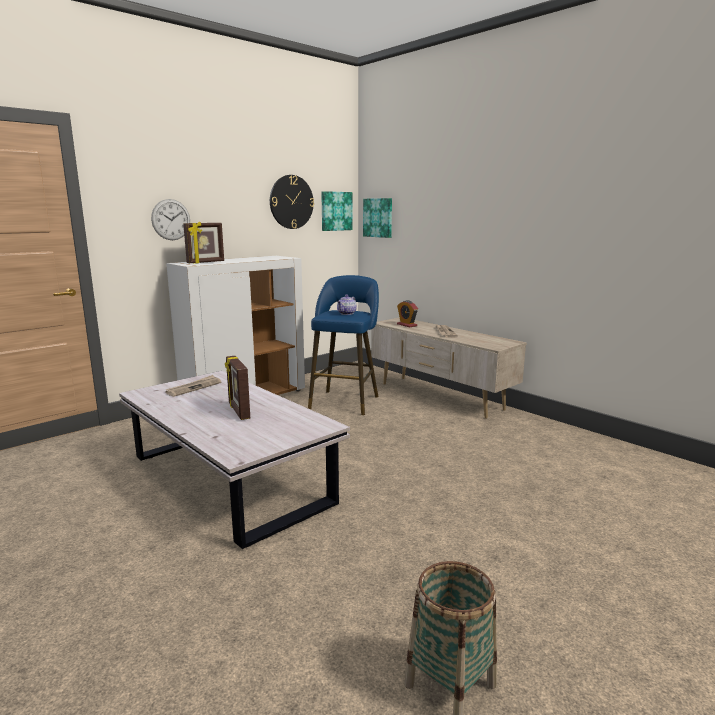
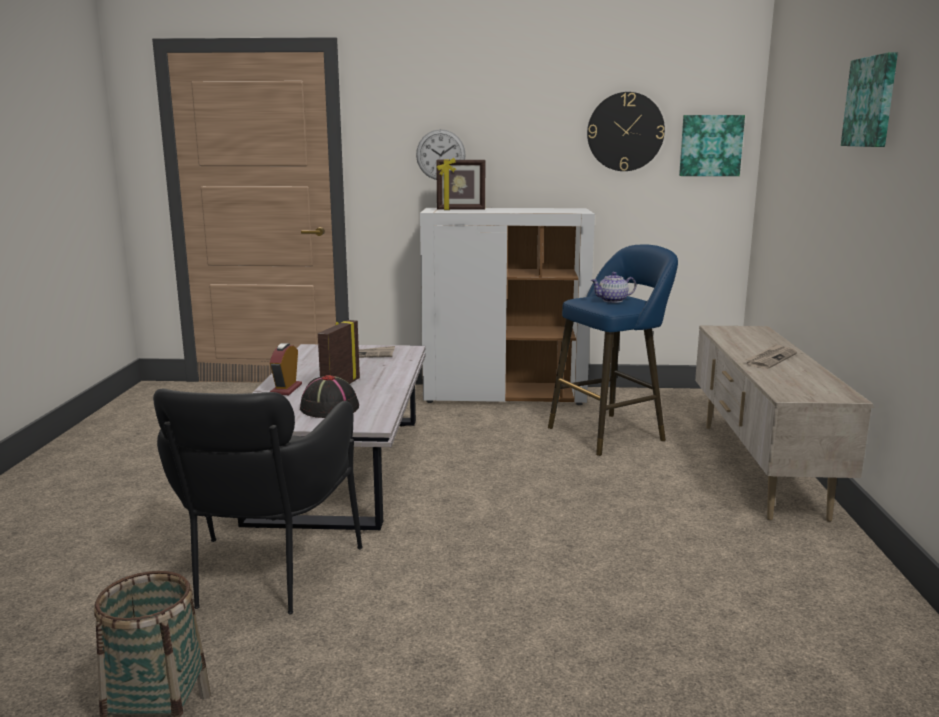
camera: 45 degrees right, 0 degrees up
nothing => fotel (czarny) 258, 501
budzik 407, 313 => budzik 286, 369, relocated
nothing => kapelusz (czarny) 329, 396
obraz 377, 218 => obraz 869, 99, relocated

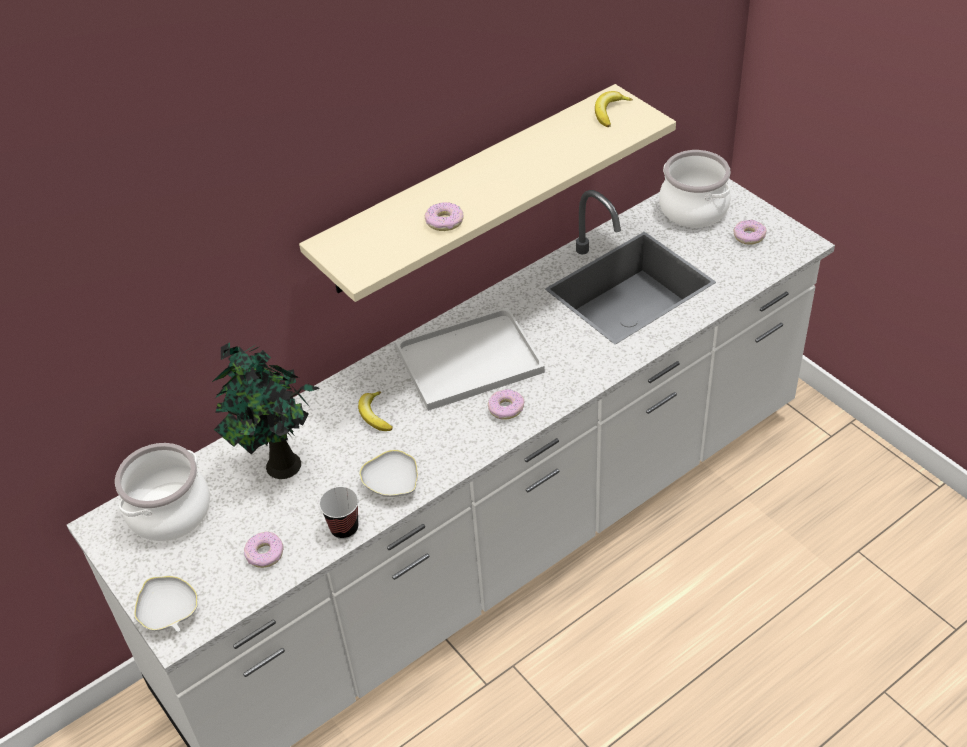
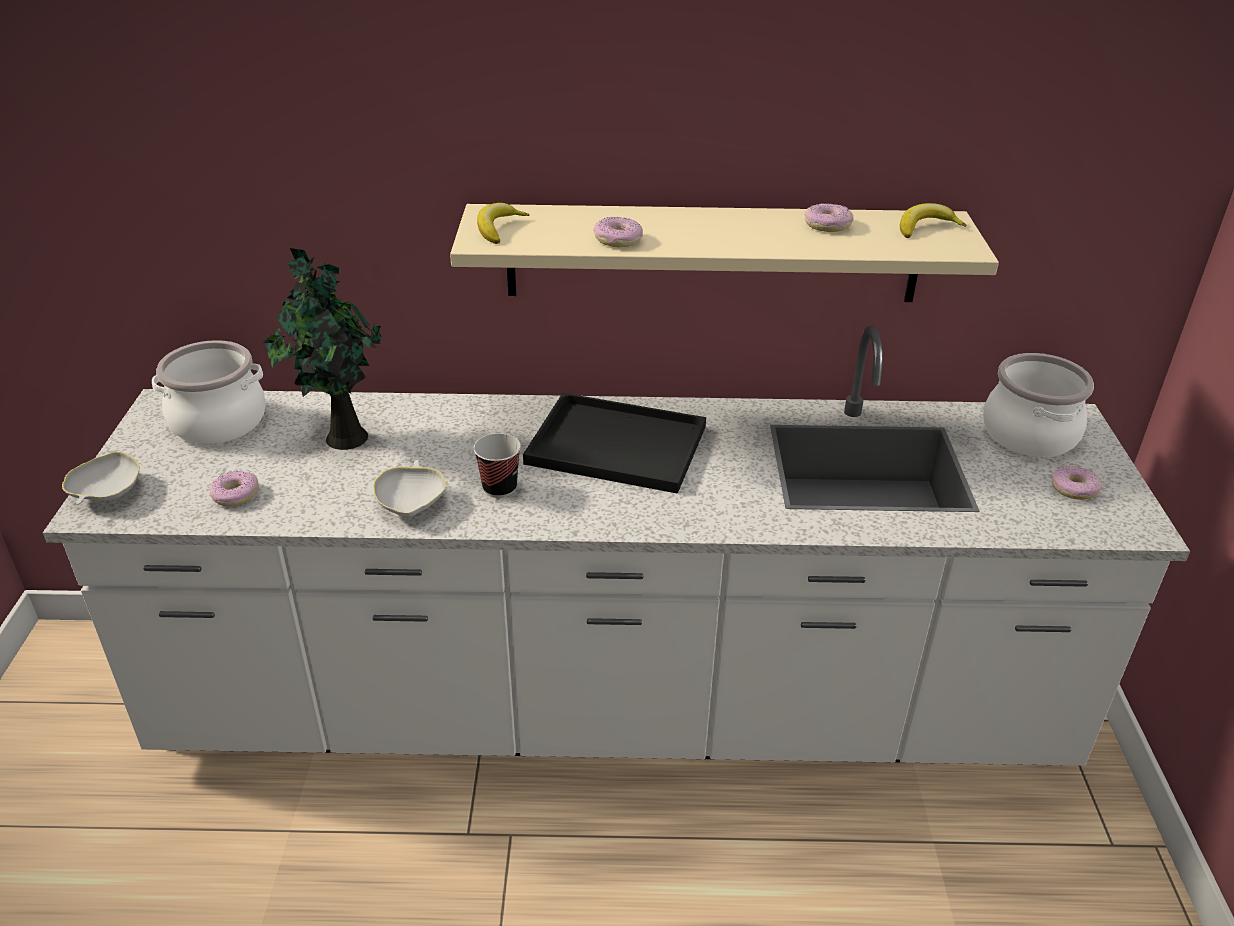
camera: 35 degrees right, 10 degrees down
filiżanka 339, 513 => filiżanka 497, 466, relocated
banan 375, 411 => banan 503, 223, relocated
taca (biały) 470, 359 => taca (czarny) 614, 443
donut 506, 404 => donut 829, 217, relocated

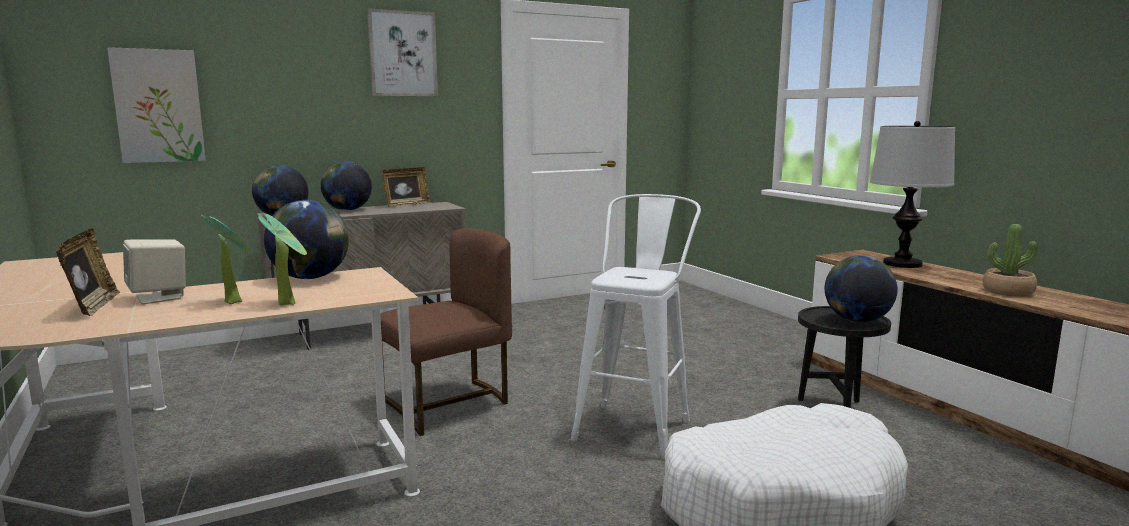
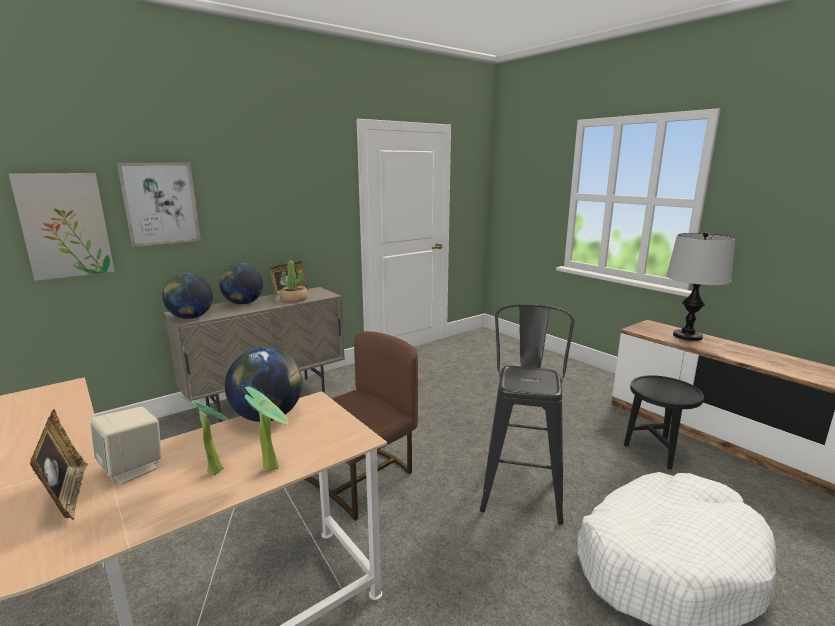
camera: 10 degrees left, 5 degrees up
obraz 402, 52 => obraz 159, 205, relocated
roślina doniczkowa 1010, 260 => roślina doniczkowa 294, 281, relocated
stołek (biały) 636, 326 => stołek (czarny) 527, 414
globus 861, 288 => nothing

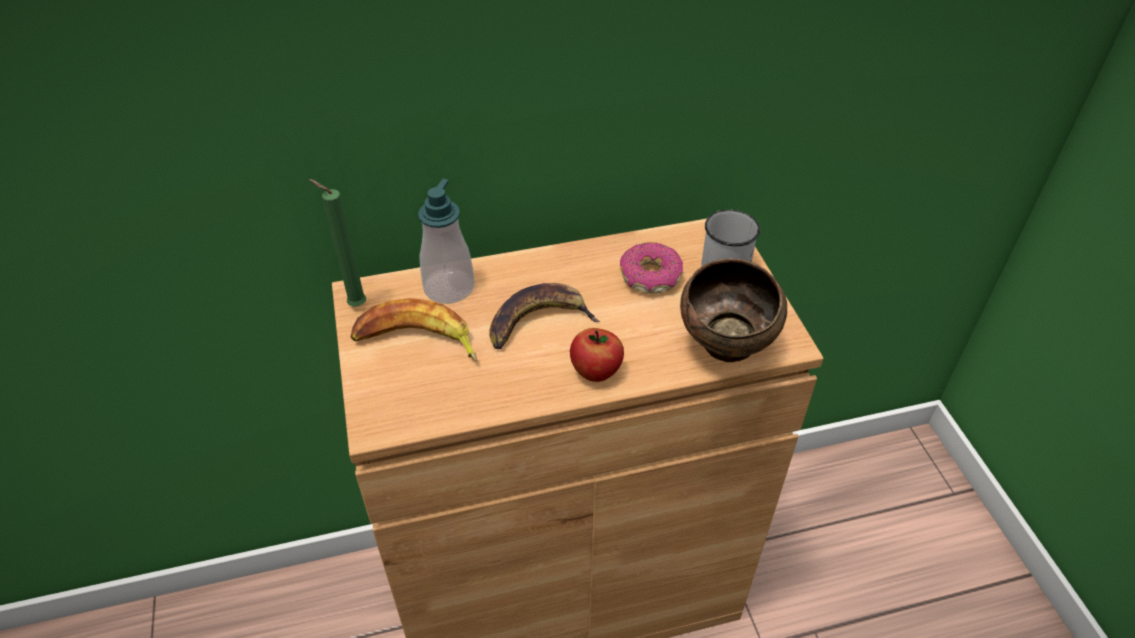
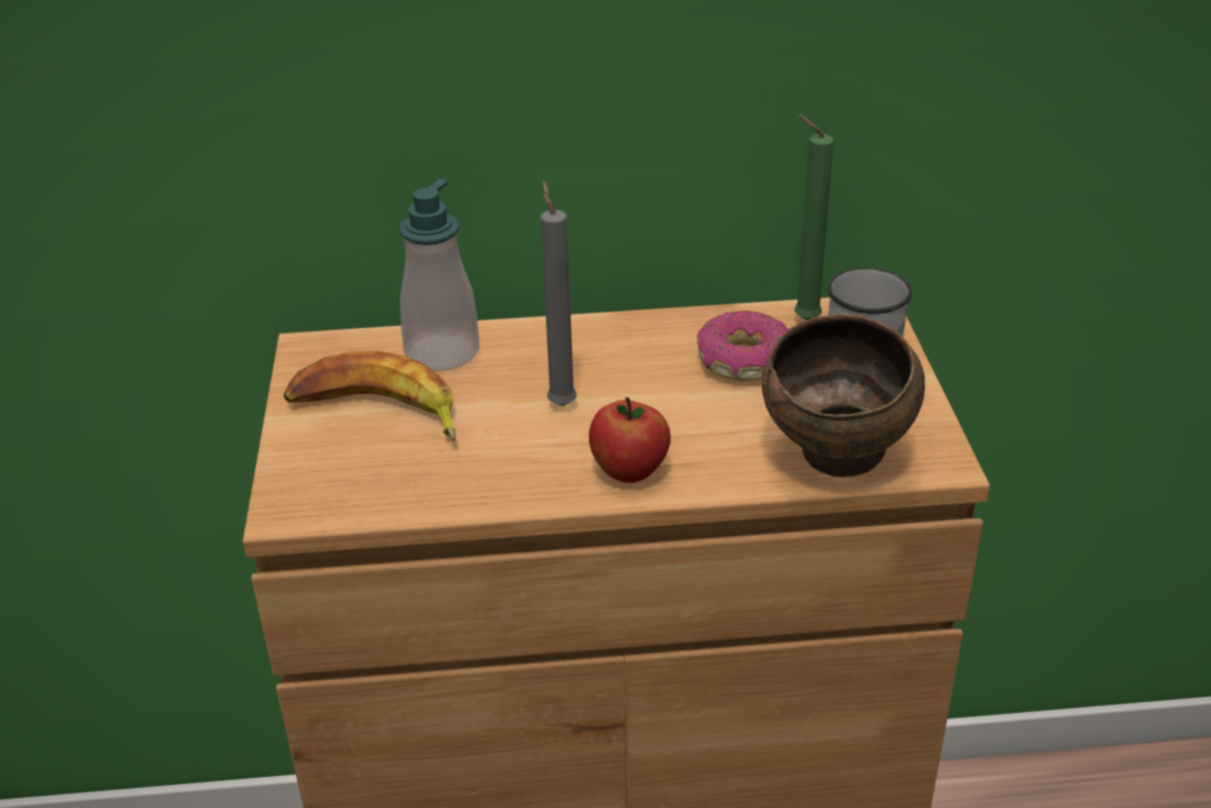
camera: 10 degrees right, 10 degrees down
banan 544, 316 => świeca (szary) 559, 293
świeca (zielony) 337, 243 => świeca (zielony) 814, 217, relocated

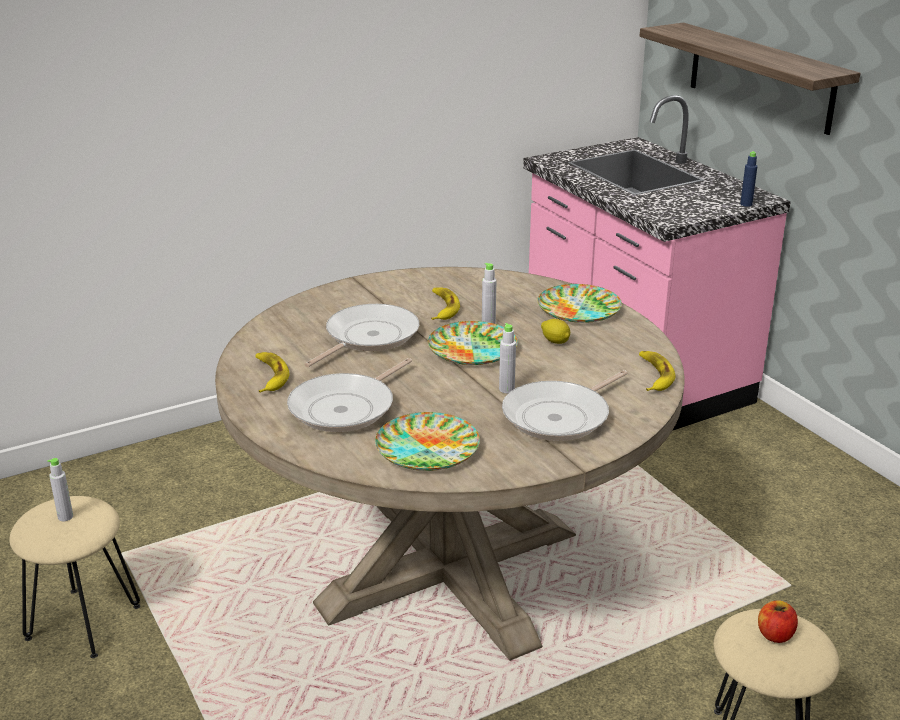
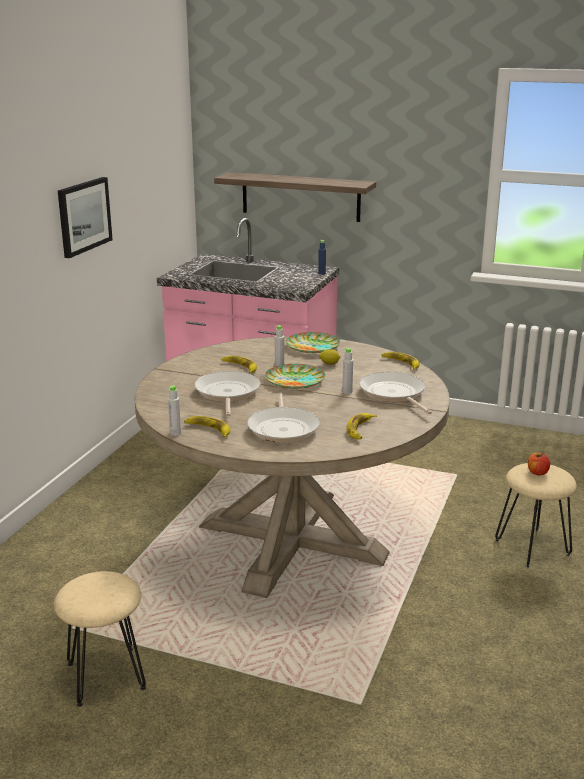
camera: 40 degrees left, 5 degrees down
nothing => obraz 85, 217
butelka (szary) 60, 489 => butelka (szary) 174, 411, relocated
talerz 427, 441 => banan 361, 426
patelnia 565, 405 => patelnia 395, 393, 150 degrees clockwise

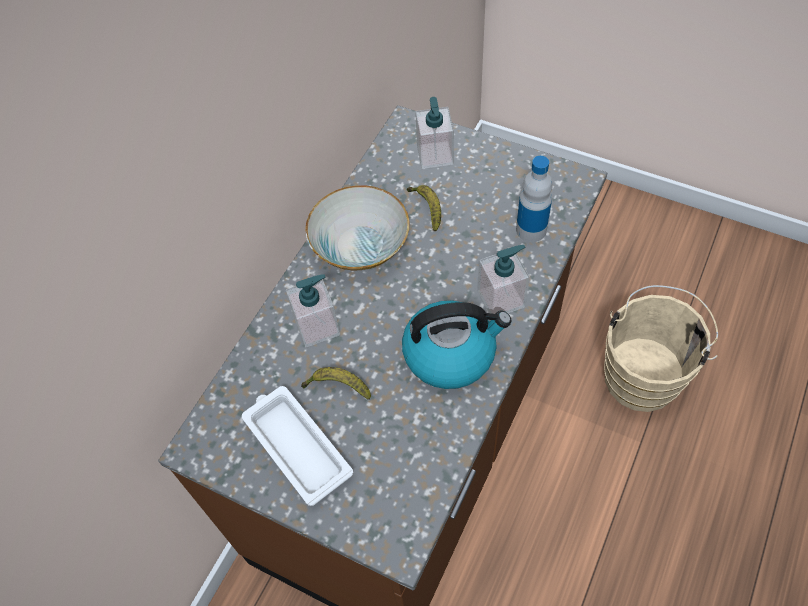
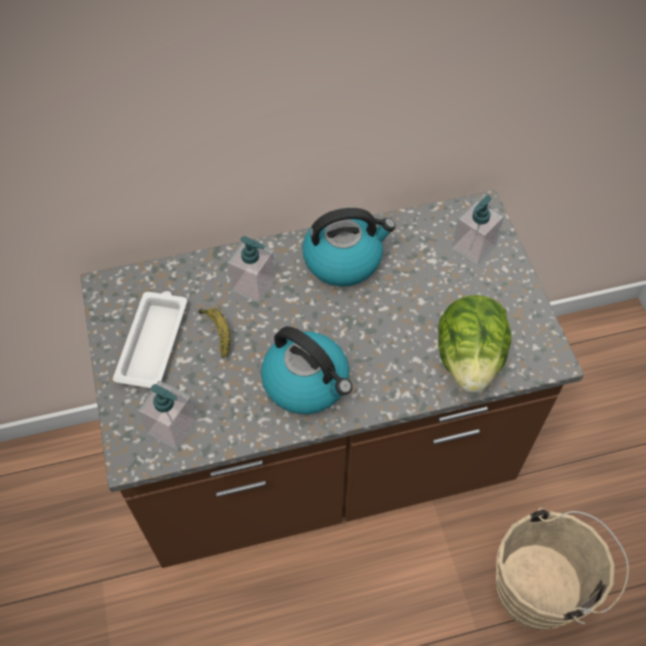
camera: 45 degrees right, 0 degrees up
dozownik mydła 504, 279 => dozownik mydła 167, 415, relocated
miska 357, 227 => czajnik 349, 247
butelka 534, 199 => sałata 474, 343
banan 424, 208 => nothing

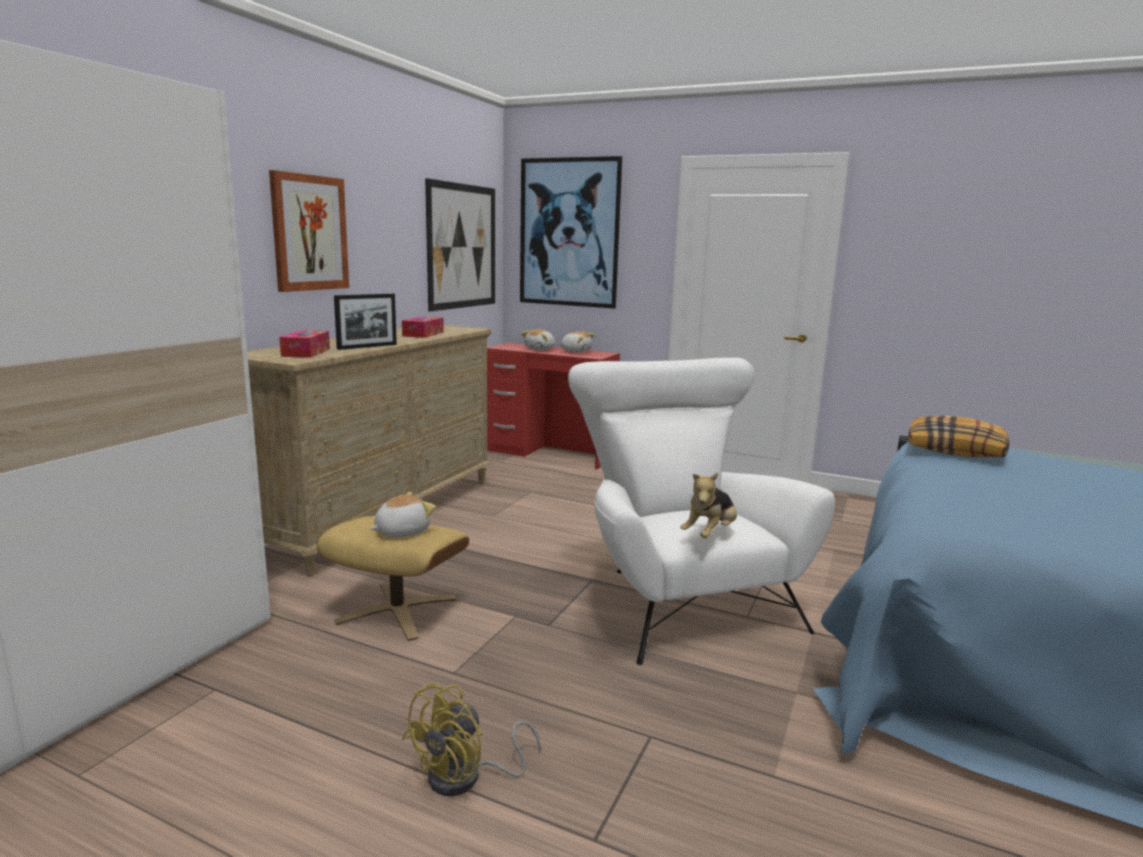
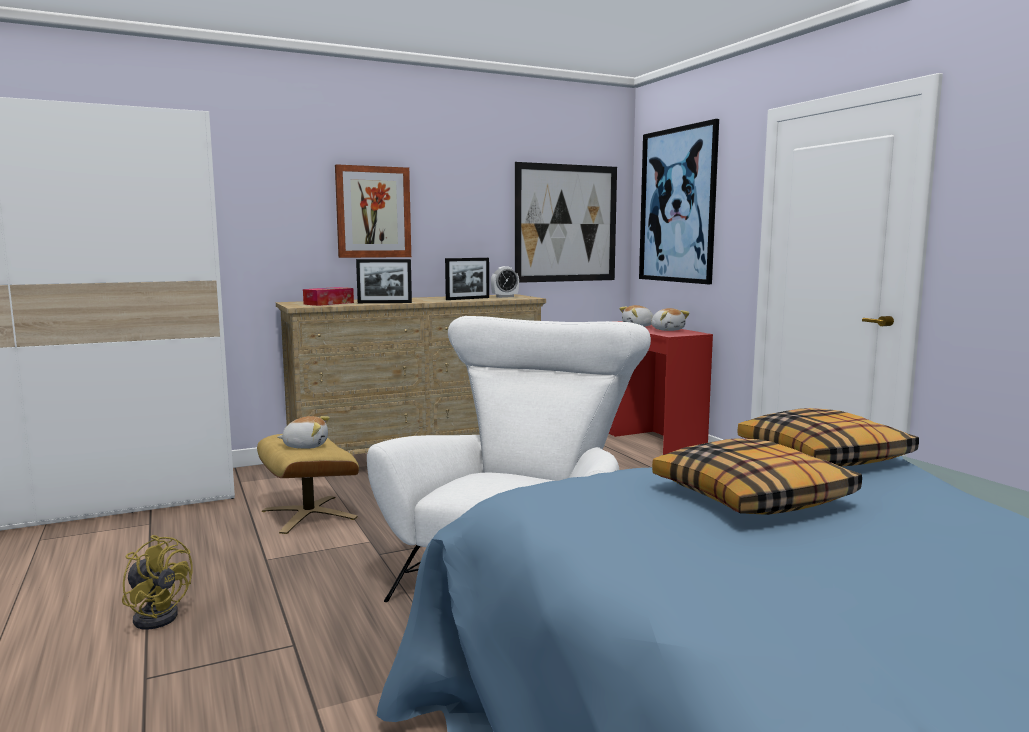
camera: 40 degrees right, 5 degrees down
wentylator (żółty) 471, 739 => wentylator (żółty) 157, 582, 135 degrees counterclockwise
pudełko chusteczek 423, 327 => ramka na zdjęcie 467, 279
nothing => budzik 505, 282
nothing => poduszka 757, 476
pluszak 708, 505 => nothing

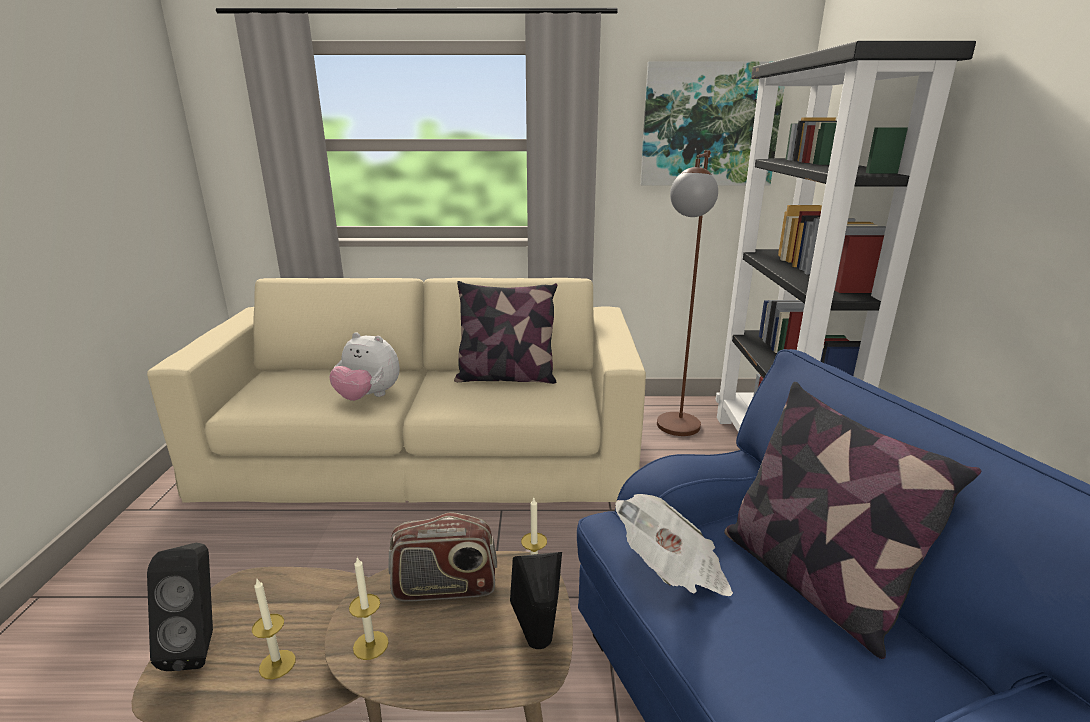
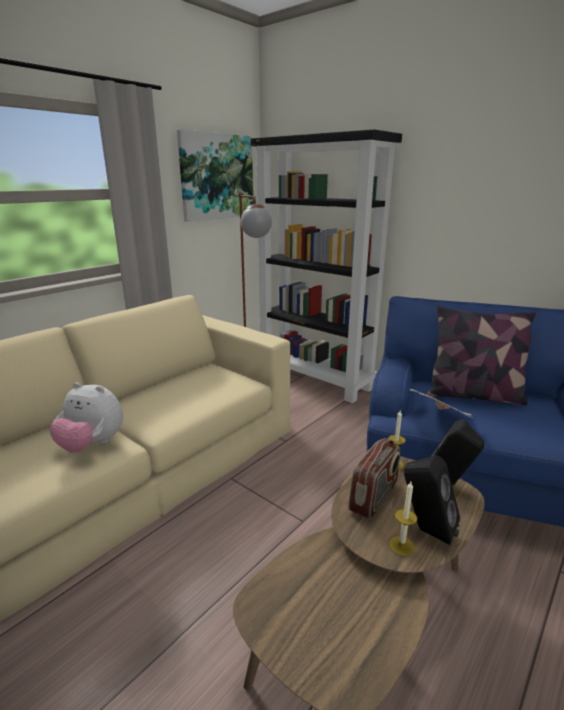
camera: 50 degrees left, 0 degrees up
pluszak 364, 366 => pluszak 86, 418, 45 degrees clockwise
głośnik (czarny) 180, 607 => głośnik (czarny) 432, 500, relocated
świeca 274, 629 => nothing
poduszka 505, 332 => nothing

